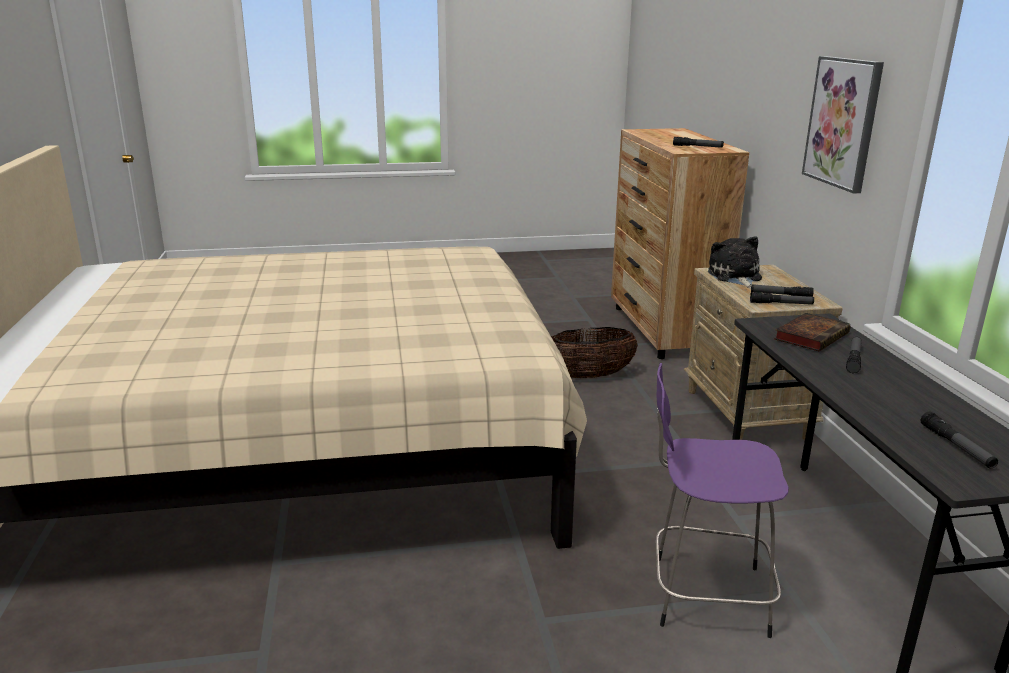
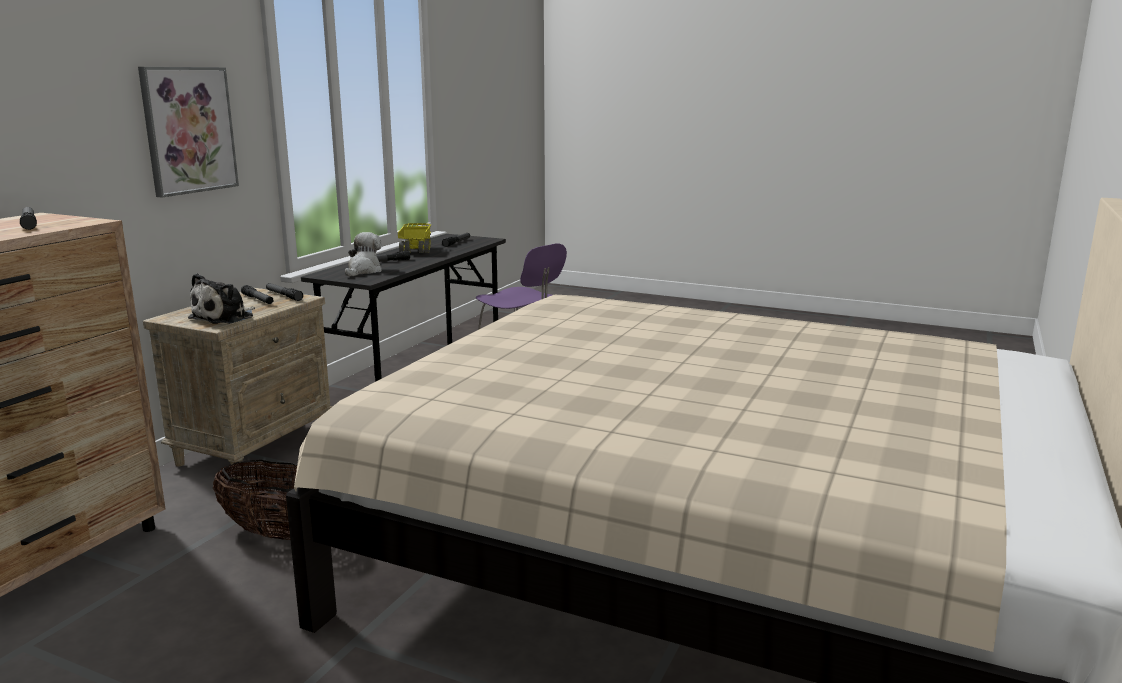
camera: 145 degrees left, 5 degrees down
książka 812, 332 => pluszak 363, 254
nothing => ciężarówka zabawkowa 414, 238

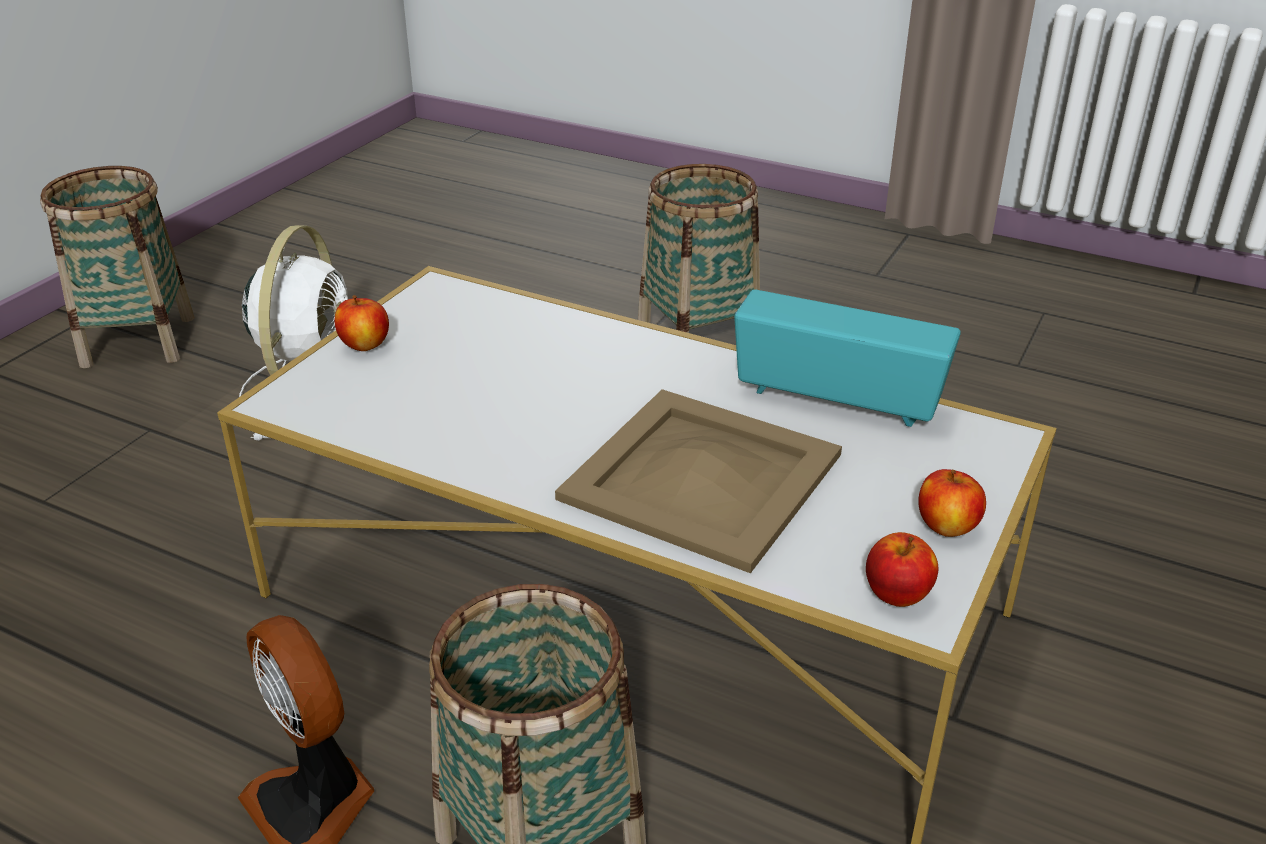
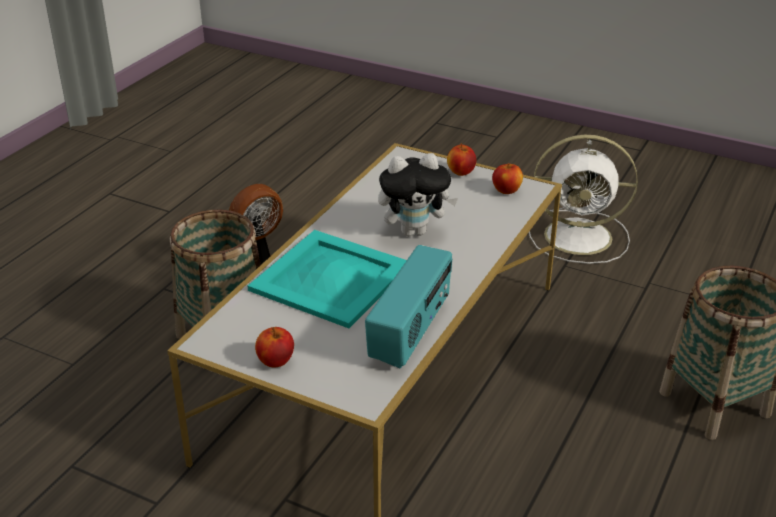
camera: 90 degrees right, 0 degrees up
taca (beżowy) 698, 481 => taca (turkusowy) 327, 279
nothing => pluszak 418, 194
jabłko 902, 569 => jabłko 507, 178, relocated
koszyk 117, 267 => nothing

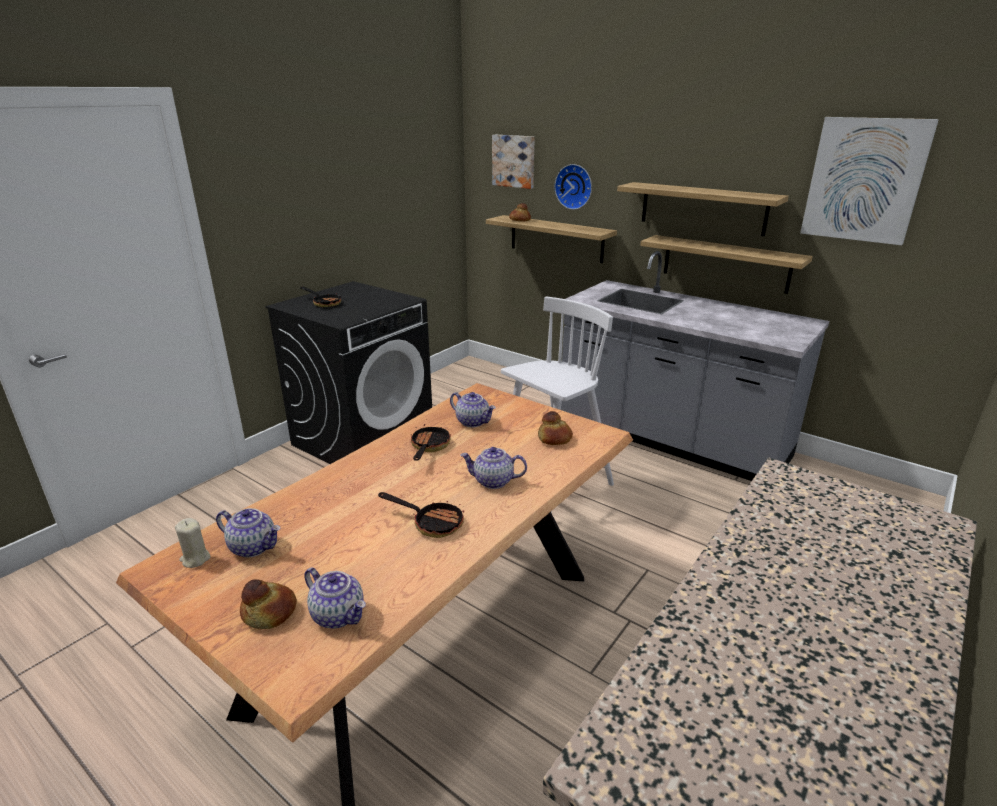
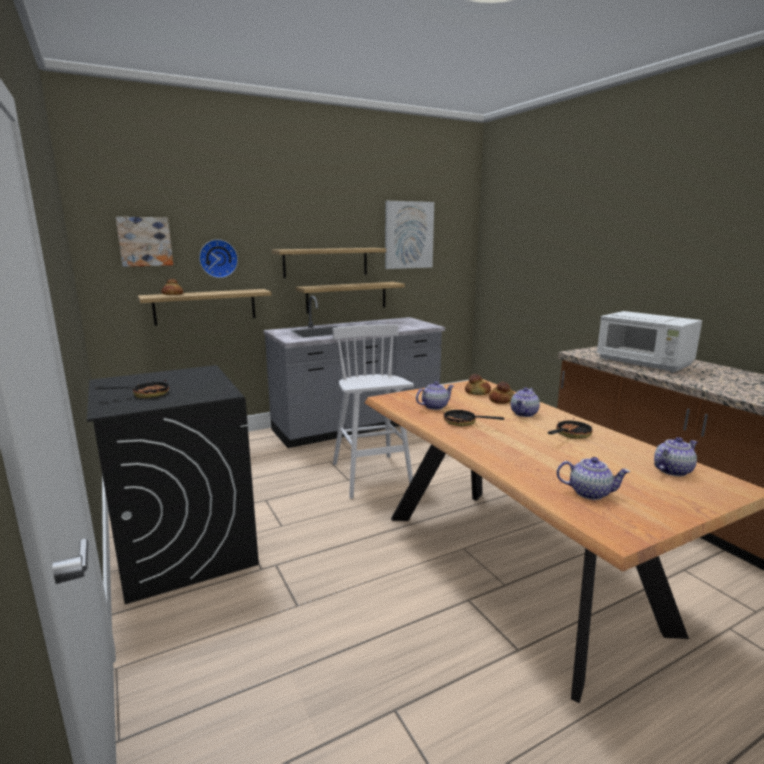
camera: 65 degrees left, 10 degrees down
chleb 268, 604 => chleb 502, 393, relocated
imbryk 248, 532 => imbryk 593, 478, 60 degrees clockwise
nothing => mikrofalówka (biały) 649, 342
świeca (beżowy) 193, 543 => nothing

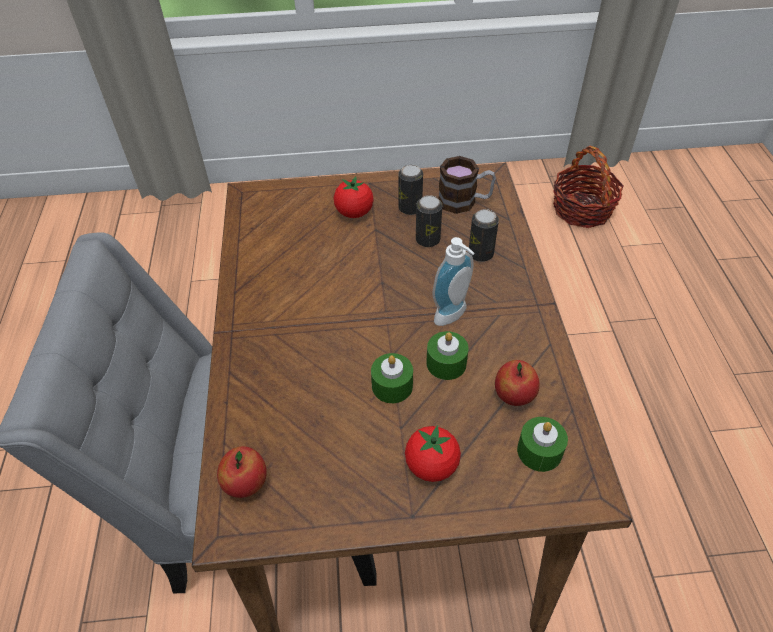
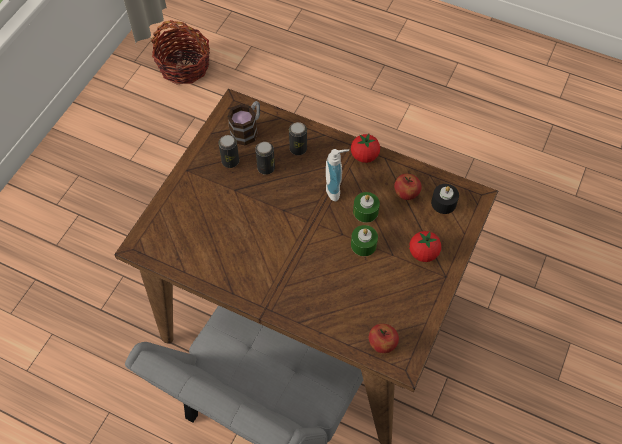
camera: 60 degrees left, 10 degrees up
pomidor 354, 197 => pomidor 365, 148, relocated
świeca (zielony) 542, 444 => świeca (czarny) 445, 199

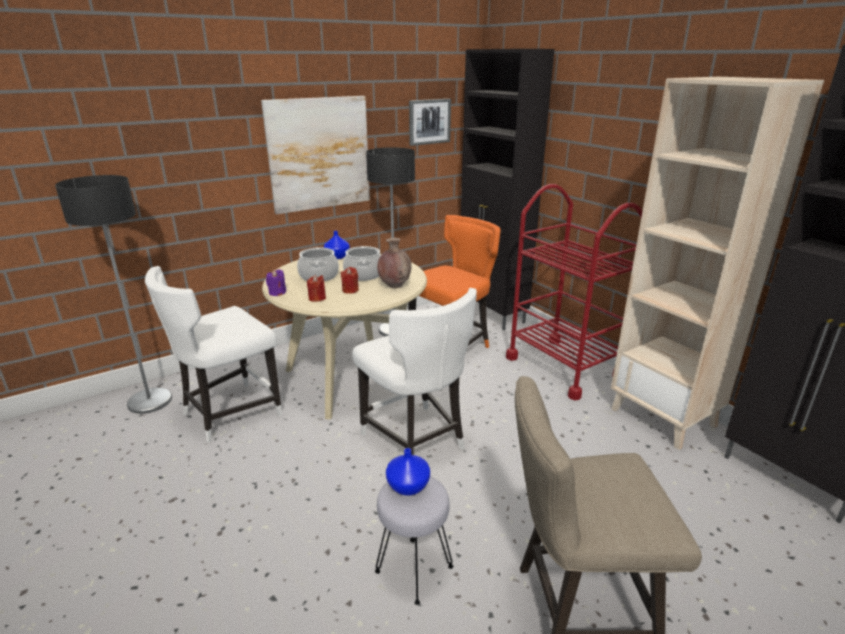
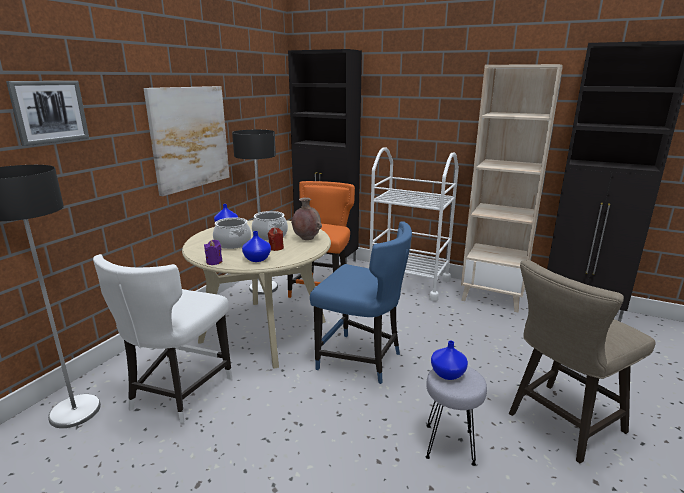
camera: 30 degrees left, 5 degrees down
obraz 430, 122 => obraz 47, 113, relocated
świeca (czerwony) 316, 288 => wazon (niebieski) 256, 246
krzesło (biały) 414, 371 => krzesło (niebieski) 361, 302
wózek (czerwony) 574, 292 => wózek (biały) 414, 224

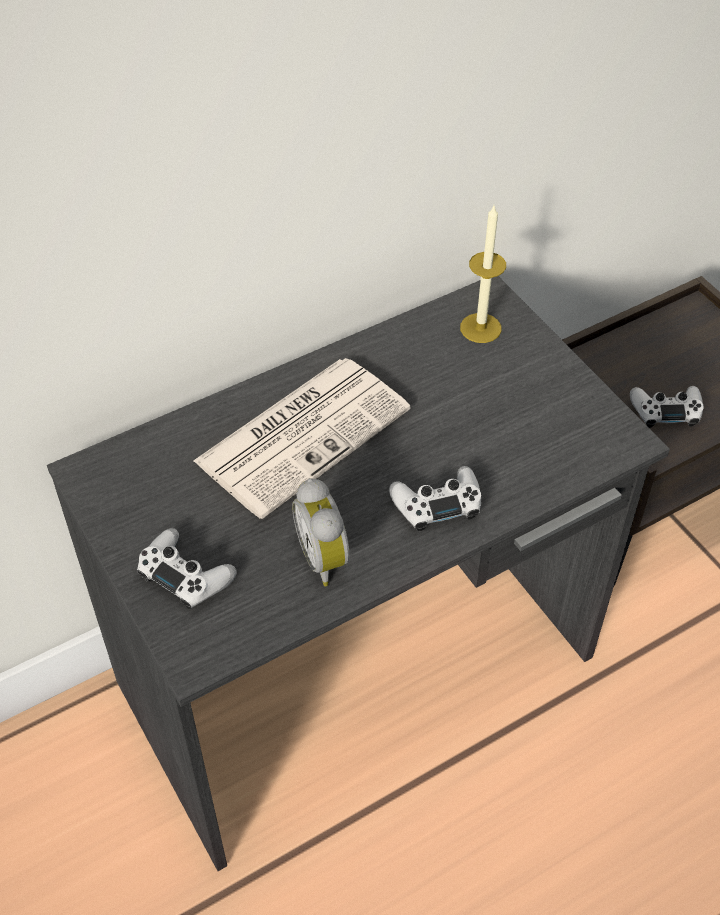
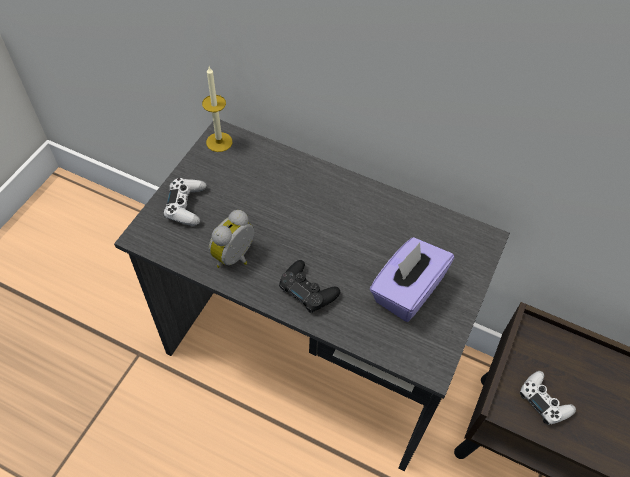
camera: 55 degrees right, 5 degrees up
świeca 483, 274 => świeca 217, 109, relocated
pad do gier (biały) 435, 498 => pad do gier (czarny) 309, 286
nothing => pudełko chusteczek (fioletowy) 412, 279
gazeta 302, 438 => nothing

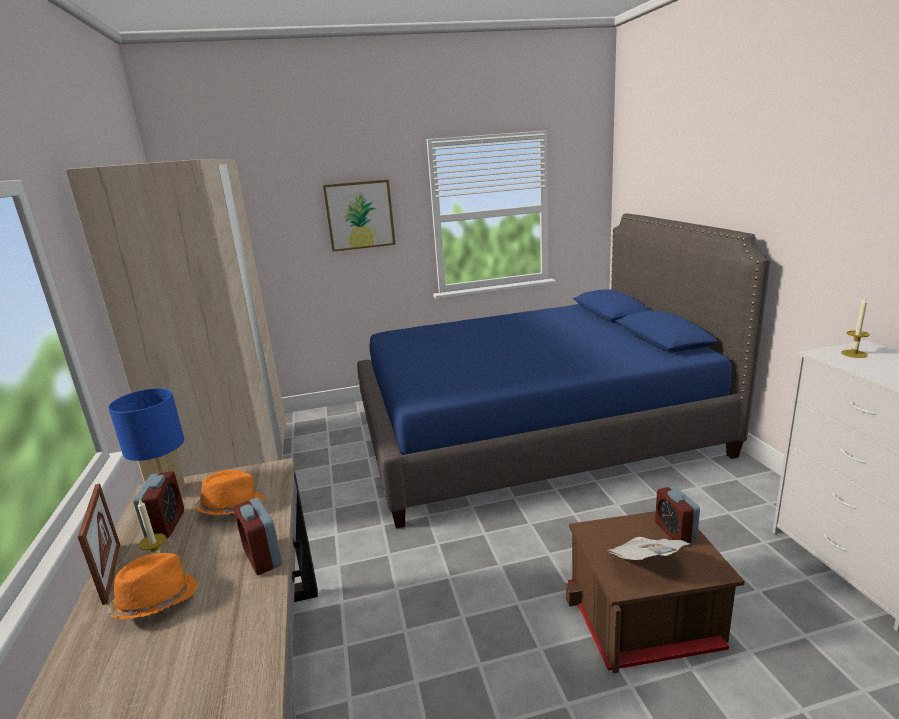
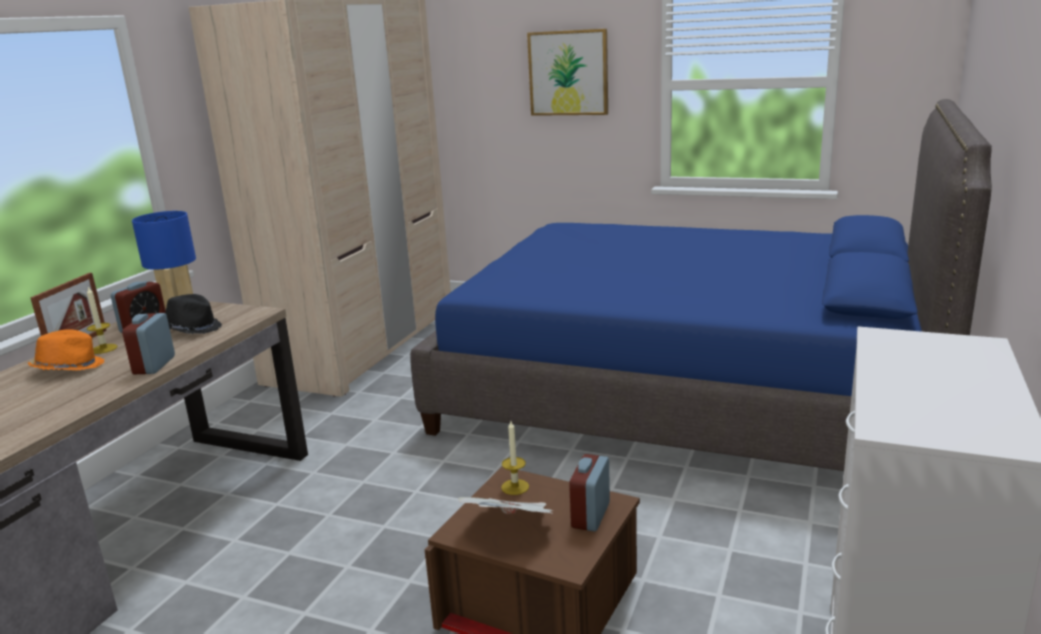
camera: 35 degrees right, 0 degrees up
kapelusz (pomarańczowy) 229, 492 => kapelusz (czarny) 193, 314
świeca 855, 328 => świeca 515, 458, relocated

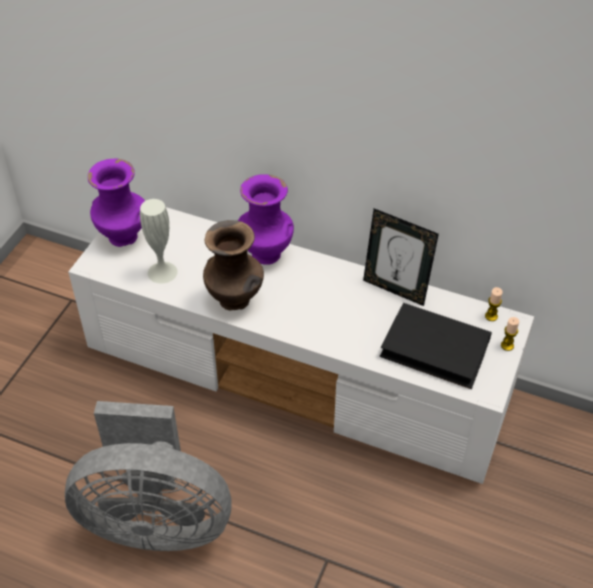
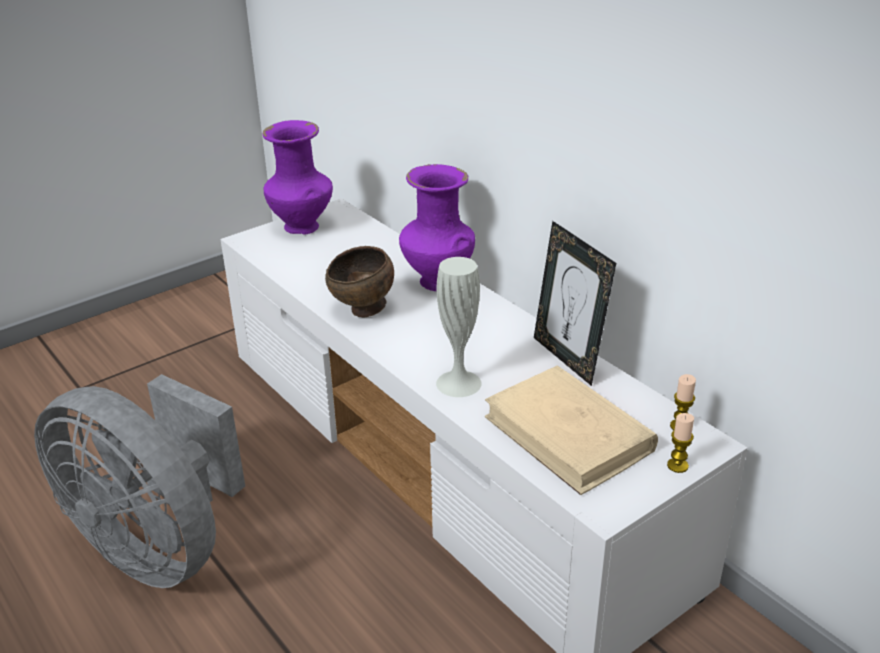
camera: 30 degrees right, 15 degrees down
wazon (brązowy) 233, 265 => miska (brązowy) 359, 282
wazon (biały) 159, 241 => wazon (biały) 459, 327, relocated
książka (czarny) 436, 346 => książka (beżowy) 571, 430

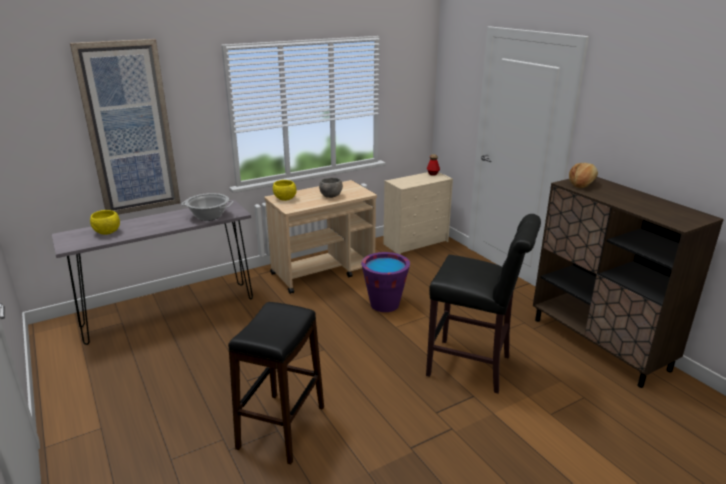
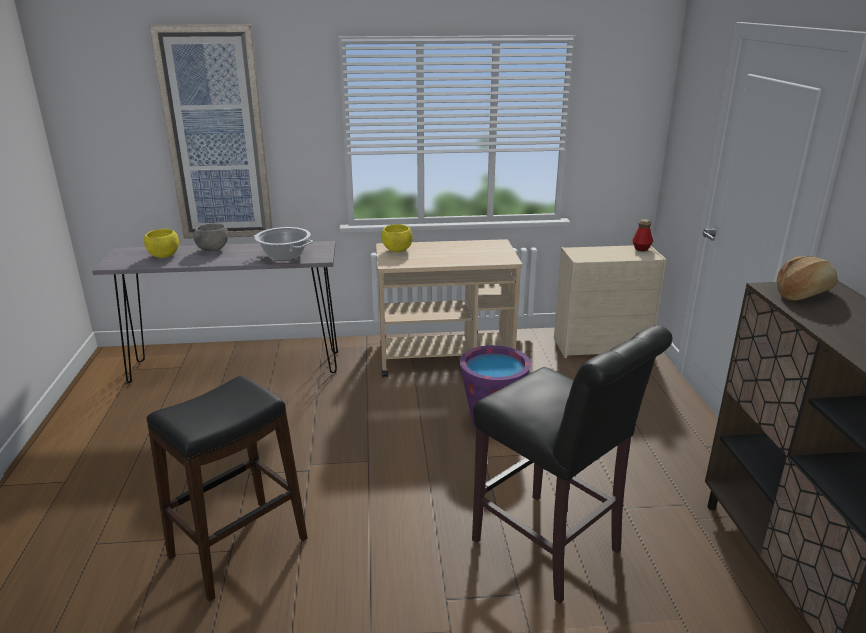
camera: 25 degrees right, 0 degrees up
miska (szary) 331, 188 => miska (szary) 210, 237, relocated

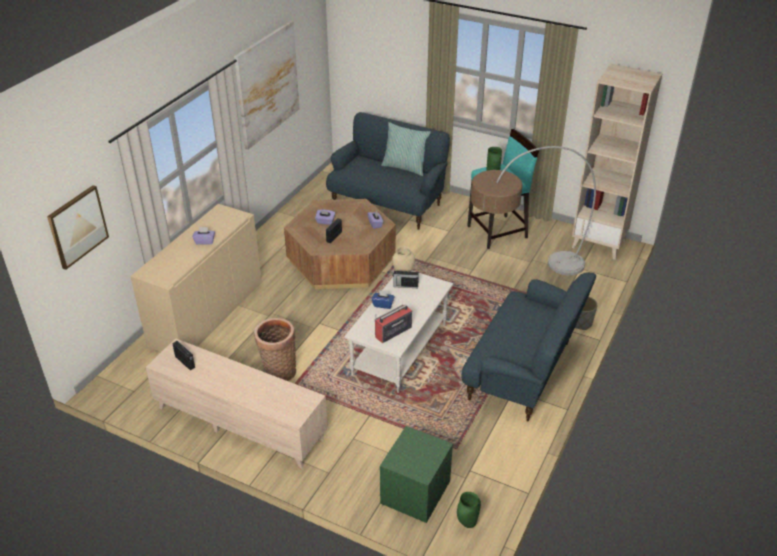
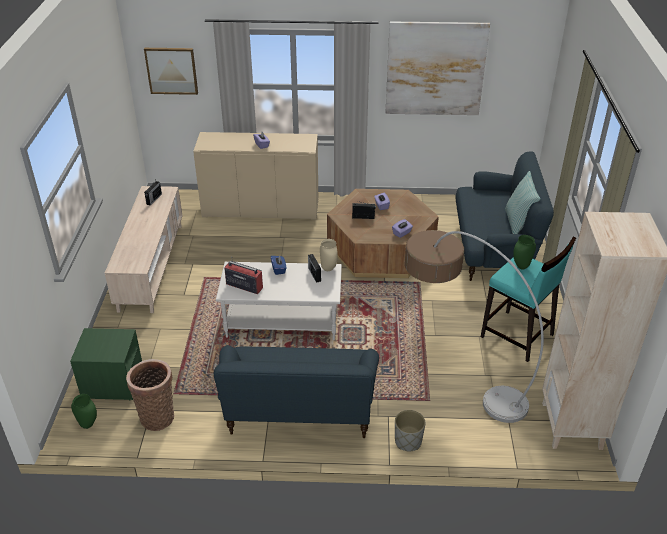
camera: 65 degrees right, 0 degrees up
koszyk 275, 349 => koszyk 150, 395, relocated

